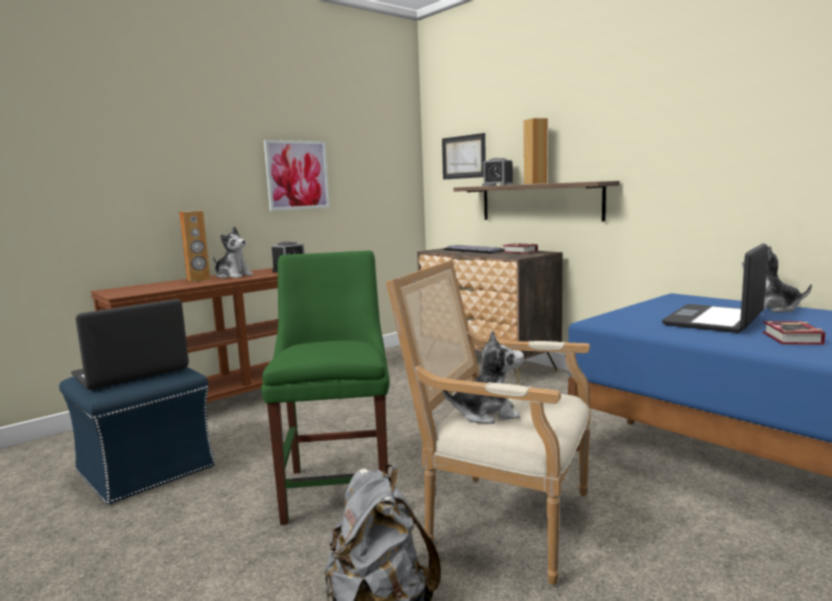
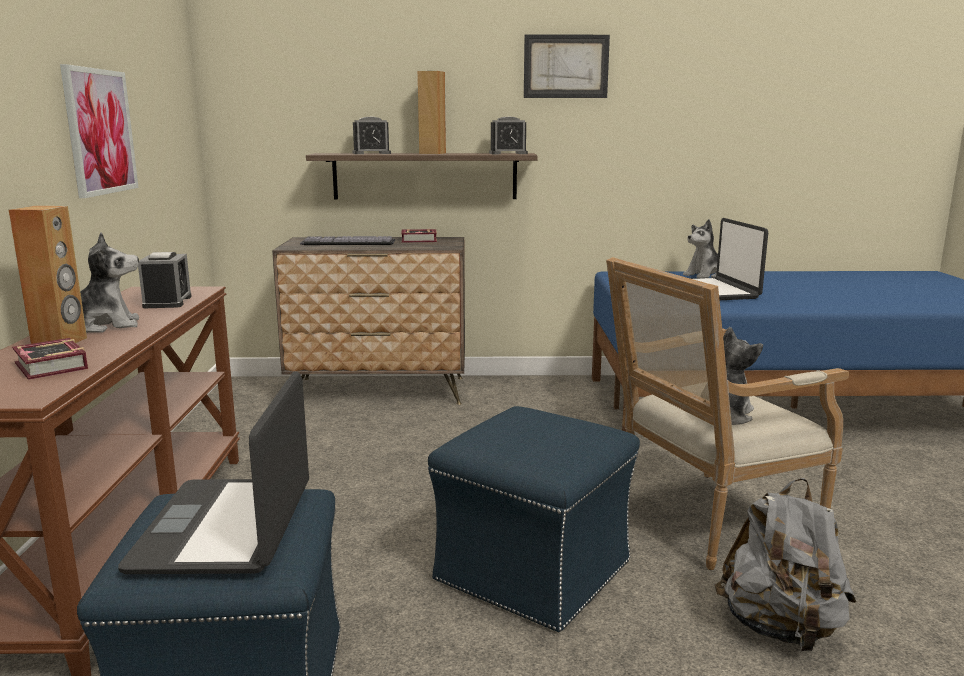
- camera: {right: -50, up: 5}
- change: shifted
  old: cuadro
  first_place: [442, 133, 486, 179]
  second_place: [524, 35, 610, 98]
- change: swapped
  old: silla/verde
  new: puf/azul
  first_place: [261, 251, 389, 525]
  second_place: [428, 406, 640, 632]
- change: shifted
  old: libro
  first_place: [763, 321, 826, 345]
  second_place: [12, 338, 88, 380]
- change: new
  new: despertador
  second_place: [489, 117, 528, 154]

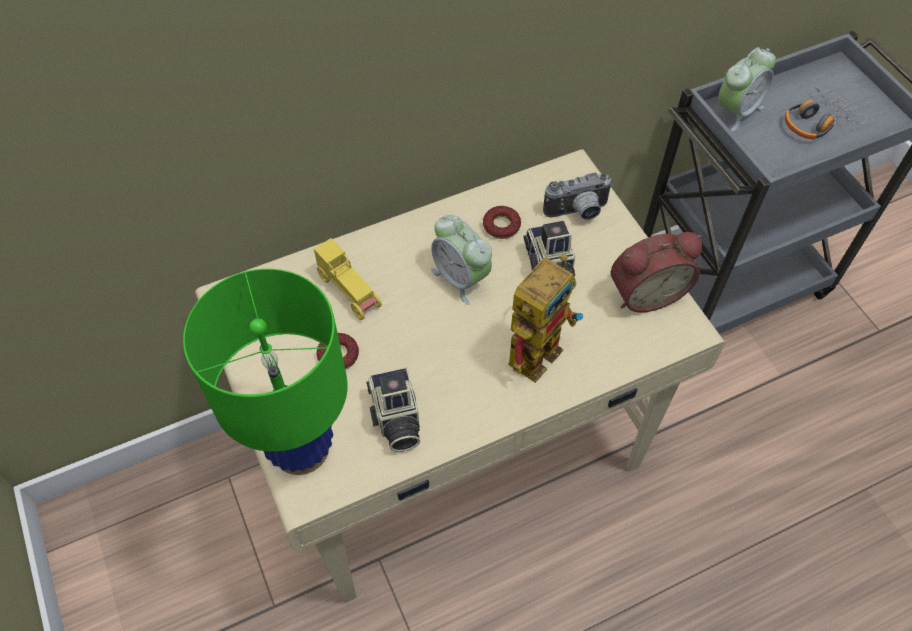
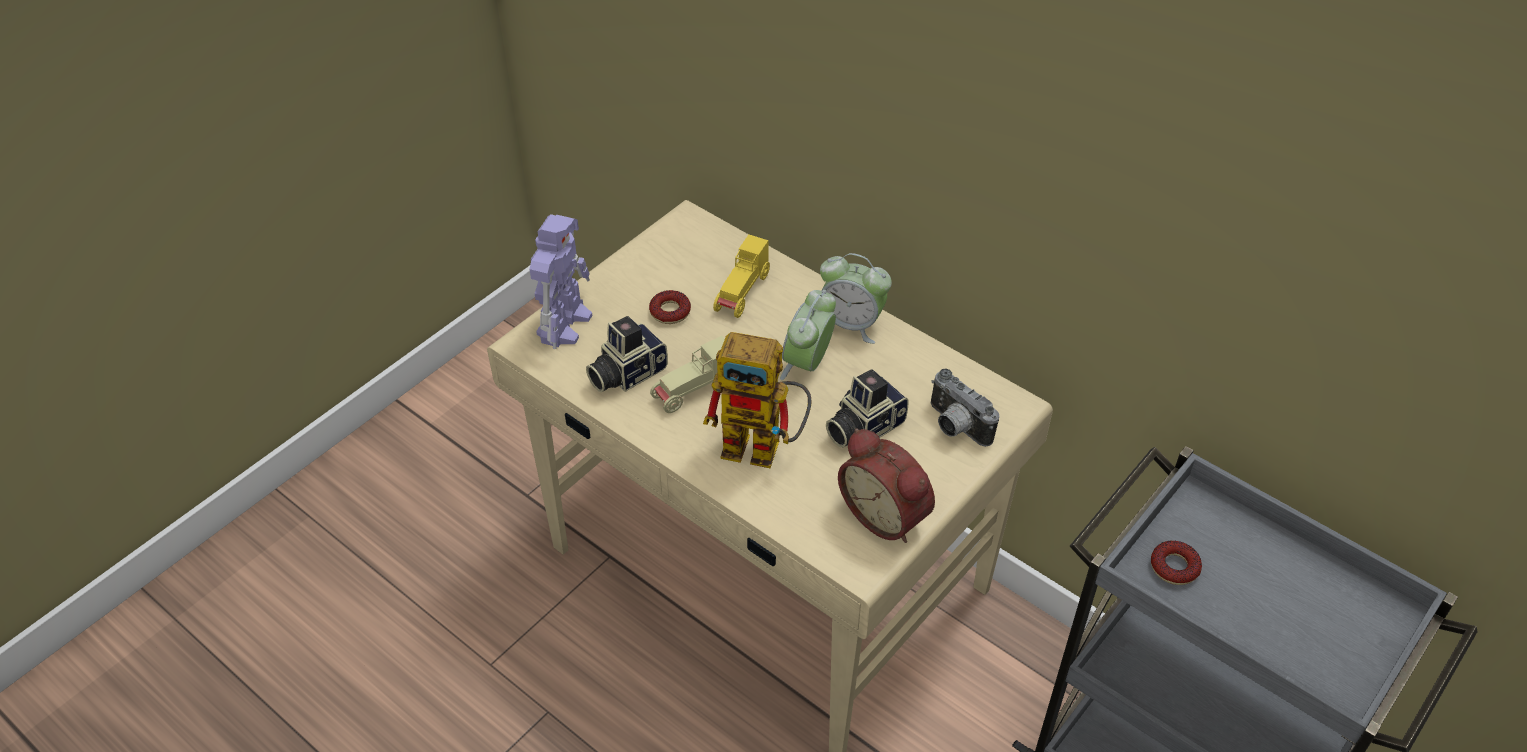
- camera: {right: 65, up: -10}
- change: shifted
  old: despertador
  first_place: [718, 47, 776, 131]
  second_place: [820, 253, 892, 344]
- change: gone
  old: auriculares
  first_place: [785, 87, 867, 139]
- change: shifted
  old: rosquilla
  first_place: [483, 206, 521, 239]
  second_place: [1151, 541, 1202, 585]
- change: swapped
  old: lámpara de mesa/verde
  new: robot de juguete
  first_place: [183, 269, 348, 475]
  second_place: [529, 214, 592, 349]
- change: new
  new: coche de juguete/beis
  second_place: [650, 336, 725, 413]

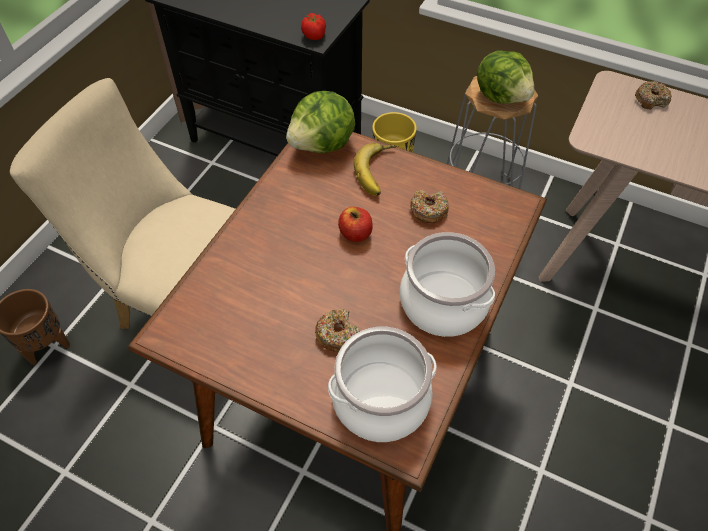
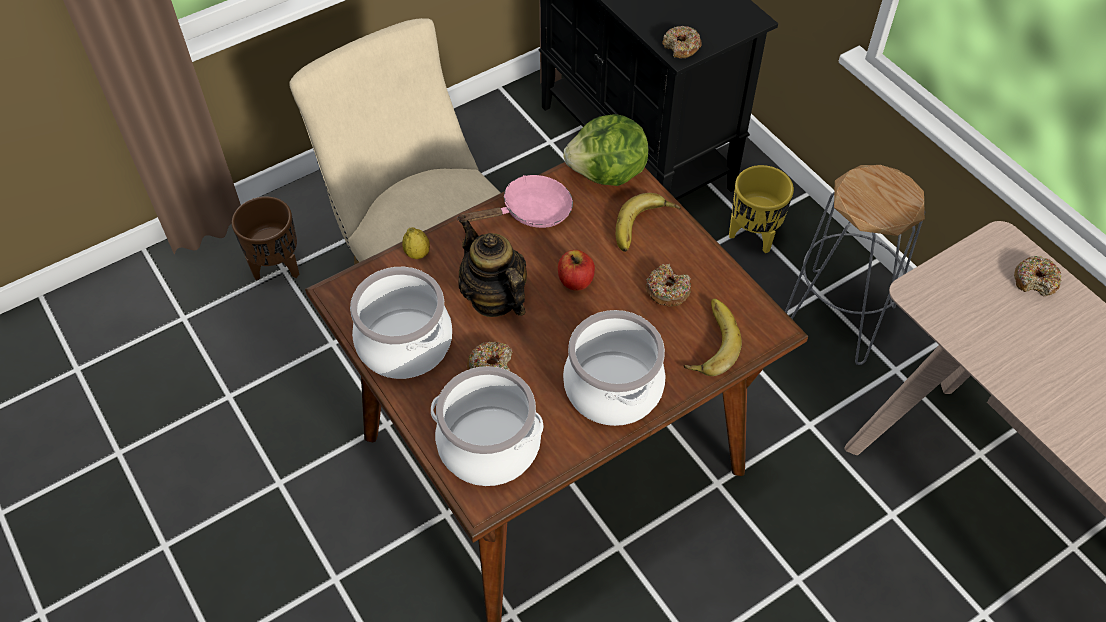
- camera: {right: 30, up: 0}
- change: swapped
  old: tomate
  new: rosquilla
  first_place: [301, 13, 326, 40]
  second_place: [662, 26, 702, 58]
- change: gone
  old: lechuga
  first_place: [477, 50, 534, 104]
- change: new
  new: sartén/rosa
  second_place: [457, 175, 573, 228]
- change: new
  new: tetera
  second_place: [459, 220, 527, 317]
- change: new
  new: limón
  second_place: [402, 227, 430, 259]
- change: new
  new: olla
  second_place: [350, 267, 452, 379]
- change: new
  new: plátano
  second_place: [684, 298, 742, 376]

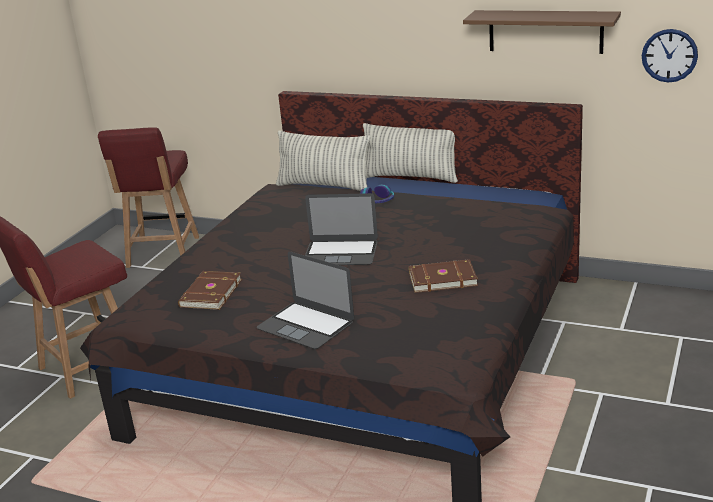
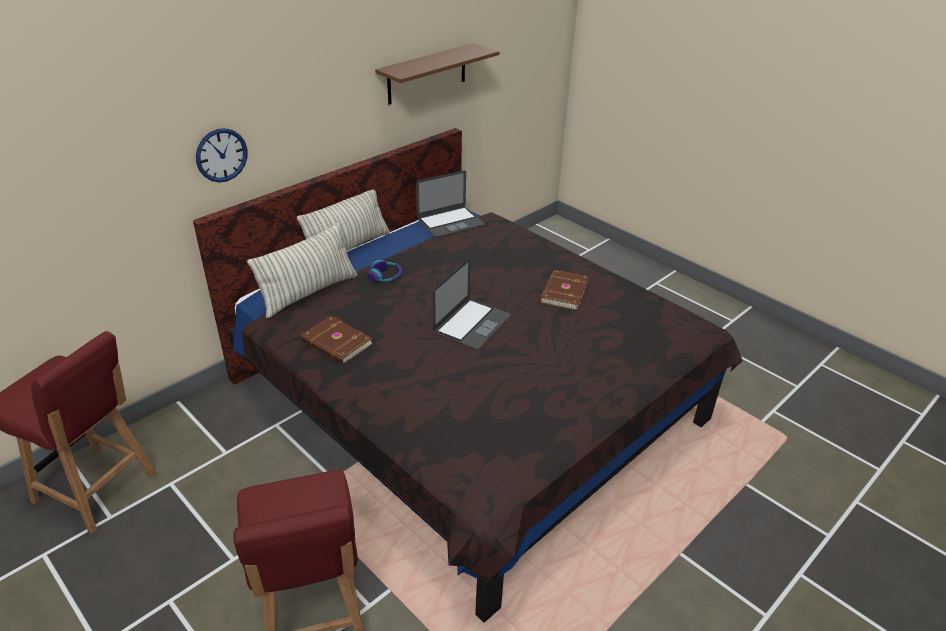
- camera: {right: -70, up: 10}
- change: shifted
  old: reloj de pared
  first_place: [642, 29, 698, 82]
  second_place: [196, 128, 248, 183]
- change: shifted
  old: portátil
  first_place: [257, 252, 354, 349]
  second_place: [416, 170, 484, 237]
- change: shifted
  old: libro/marrón
  first_place: [178, 271, 242, 310]
  second_place: [301, 316, 372, 364]

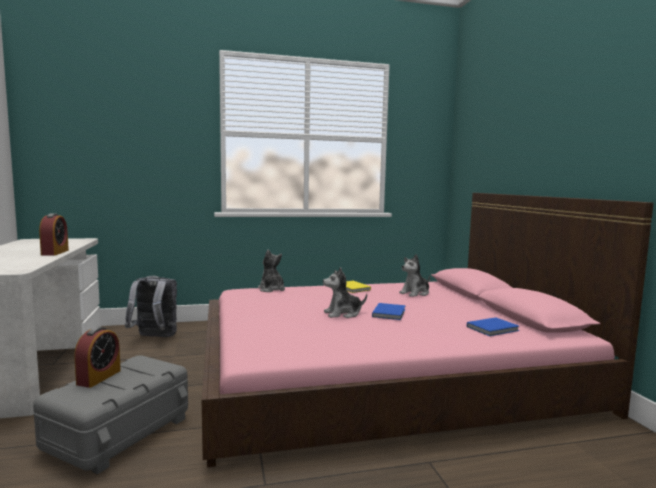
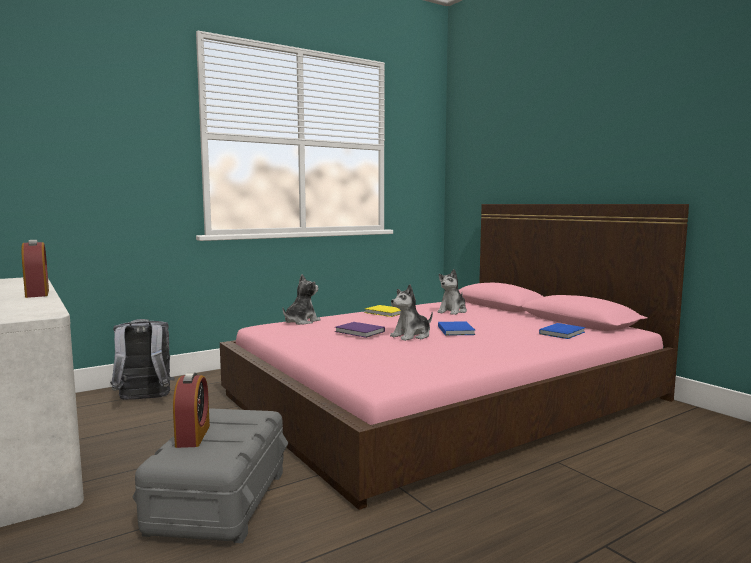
- camera: {right: -20, up: 0}
- change: rotated
  old: peluche
  first_place: [258, 249, 285, 292]
  second_place: [282, 274, 320, 325]
  degrees: 90
- change: new
  new: libro/morado
  second_place: [335, 322, 385, 338]

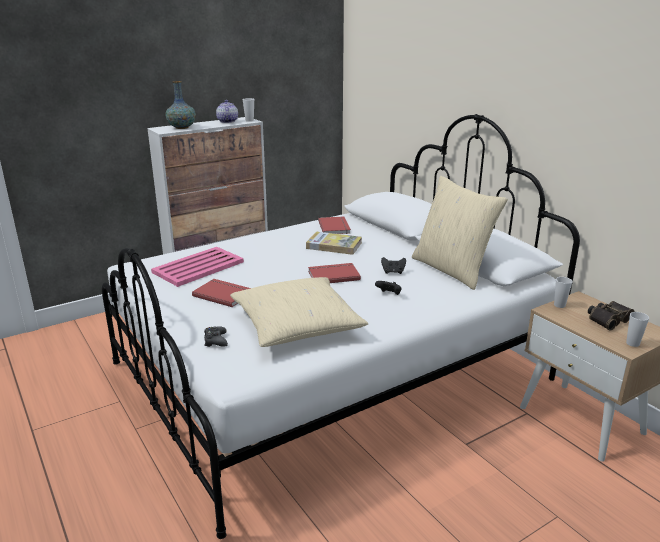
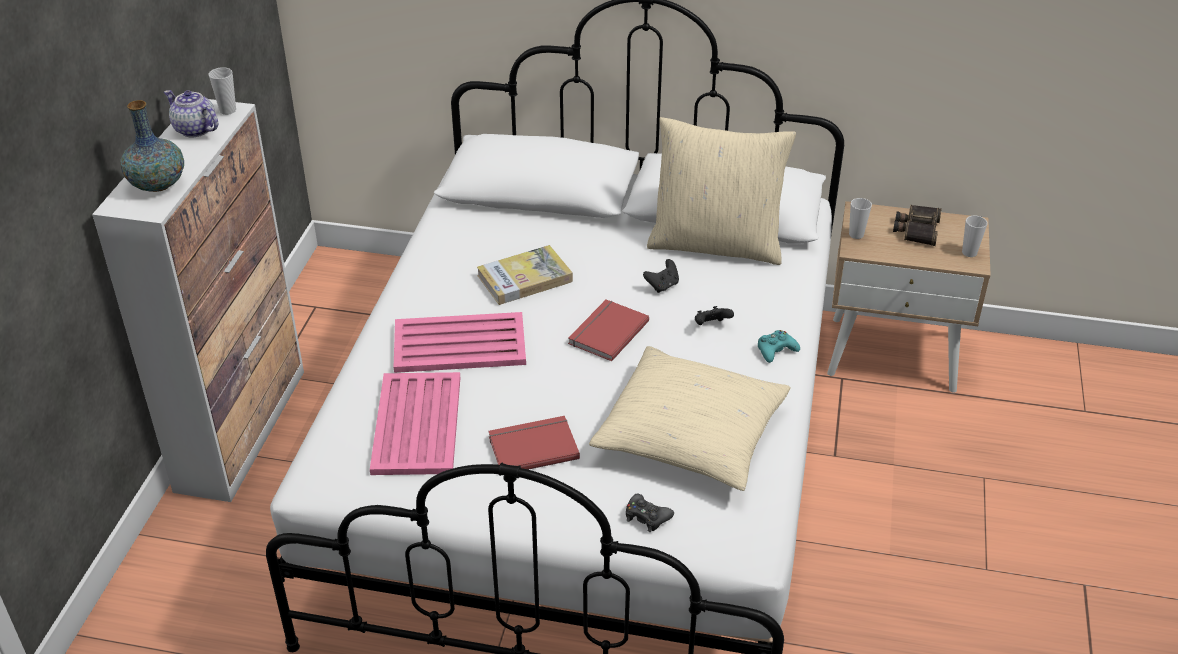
- camera: {right: -45, up: 15}
- change: gone
  old: libro/rojo
  first_place: [318, 216, 351, 234]
- change: new
  new: bandeja/rosa
  second_place: [394, 312, 526, 373]
- change: new
  new: mando de consola/turquesa
  second_place: [758, 330, 800, 363]

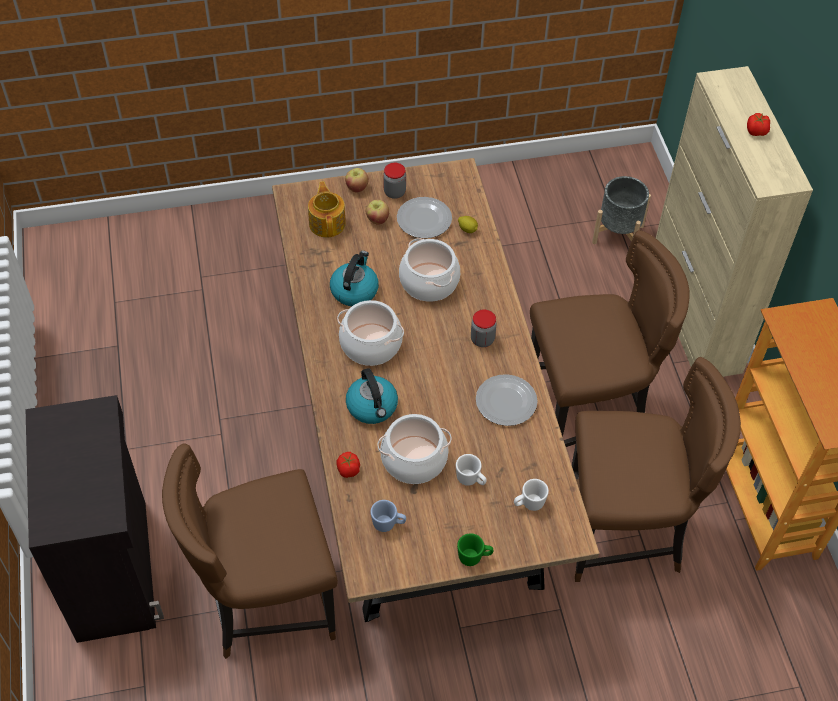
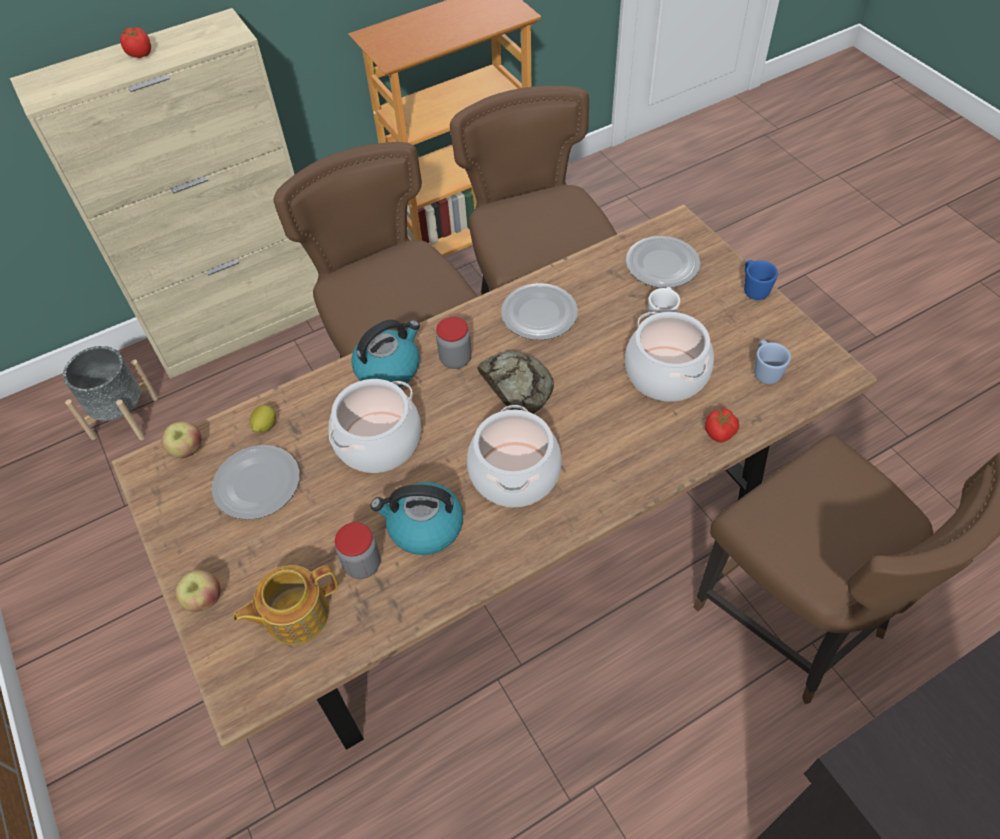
- camera: {right: -105, up: 0}
- change: shifted
  old: tarro
  first_place: [383, 163, 406, 199]
  second_place: [335, 522, 381, 579]
- change: shifted
  old: manzana
  first_place: [366, 200, 389, 225]
  second_place: [162, 421, 202, 458]
- change: shifted
  old: hervidor
  first_place: [346, 368, 398, 424]
  second_place: [351, 320, 420, 387]
- change: swapped
  old: taza grande/blanco
  new: plato
  first_place: [514, 479, 549, 511]
  second_place: [626, 236, 700, 288]
- change: repainted
  old: taza grande/verde
  new: taza grande/azul
  first_place: [457, 533, 493, 566]
  second_place: [744, 260, 778, 300]
- change: new
  new: pan
  second_place: [477, 351, 554, 414]

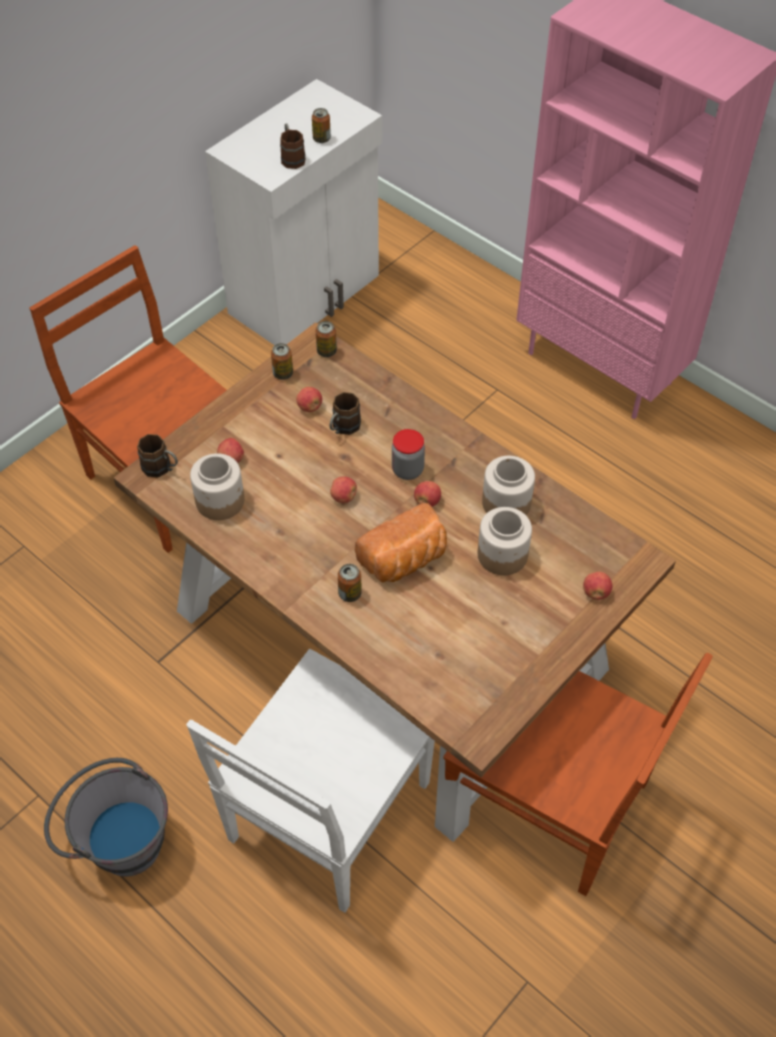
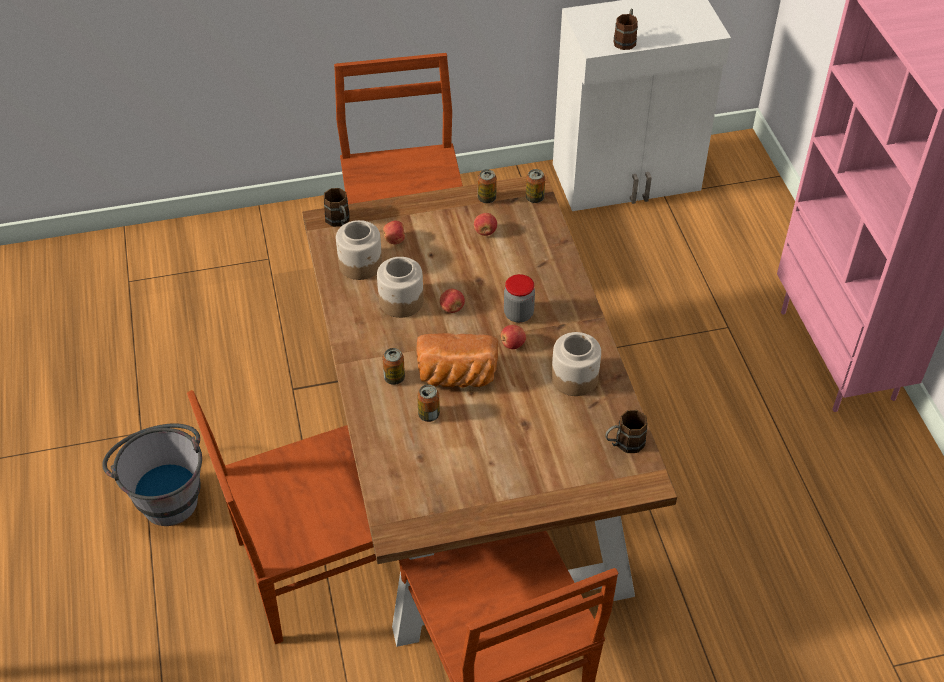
- camera: {right: 35, up: -5}
- change: shifted
  old: lata
  first_place: [312, 108, 331, 143]
  second_place: [417, 384, 440, 422]
- change: shifted
  old: taza grande/marrón
  first_place: [330, 392, 361, 435]
  second_place: [605, 410, 647, 453]
- change: shifted
  old: tarro
  first_place: [478, 507, 532, 575]
  second_place: [377, 257, 424, 318]
- change: gone
  old: manzana
  first_place: [583, 572, 612, 600]
- change: repainted
  old: silla/blanco
  new: silla/marrón
  first_place: [186, 649, 435, 913]
  second_place: [187, 390, 376, 644]

